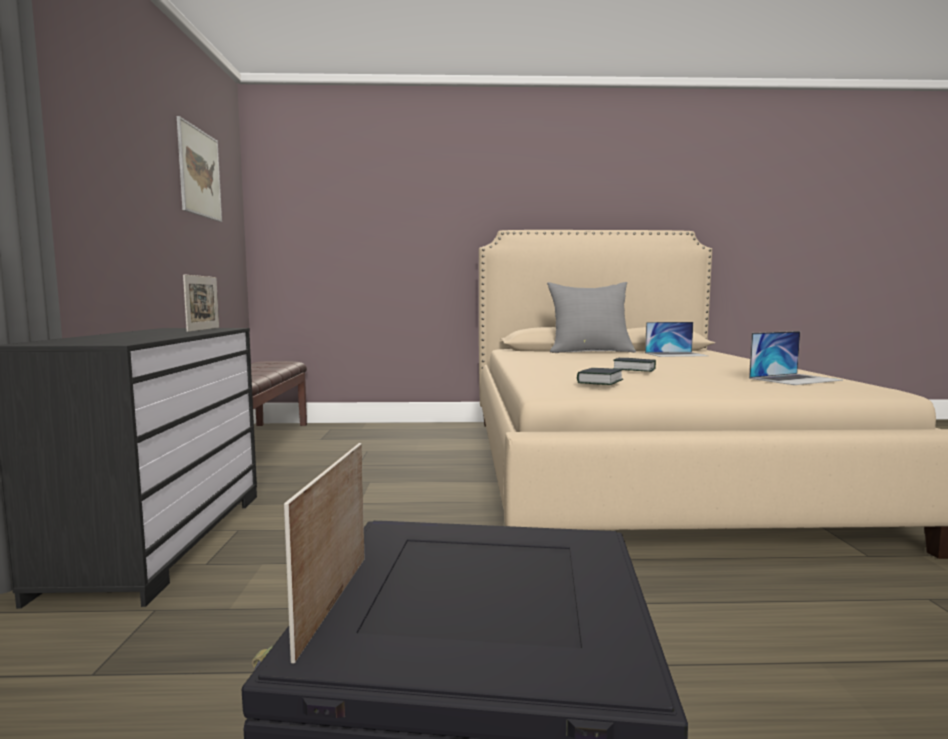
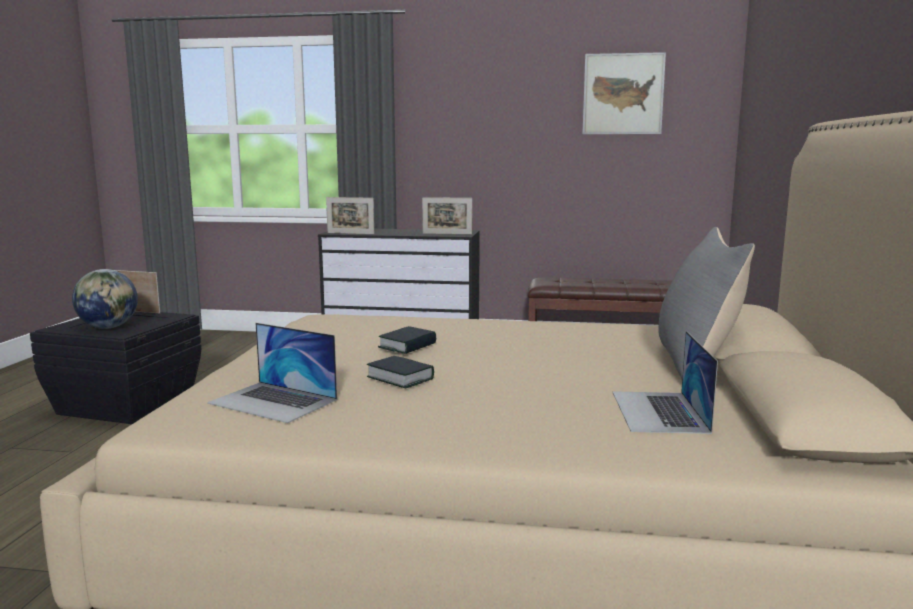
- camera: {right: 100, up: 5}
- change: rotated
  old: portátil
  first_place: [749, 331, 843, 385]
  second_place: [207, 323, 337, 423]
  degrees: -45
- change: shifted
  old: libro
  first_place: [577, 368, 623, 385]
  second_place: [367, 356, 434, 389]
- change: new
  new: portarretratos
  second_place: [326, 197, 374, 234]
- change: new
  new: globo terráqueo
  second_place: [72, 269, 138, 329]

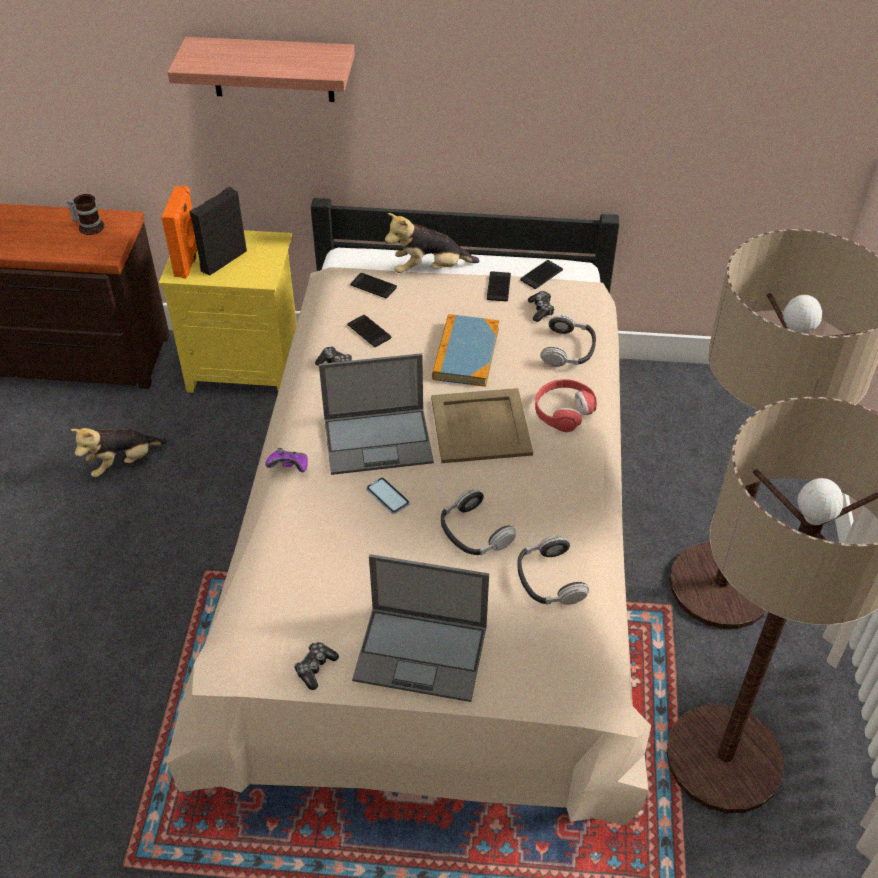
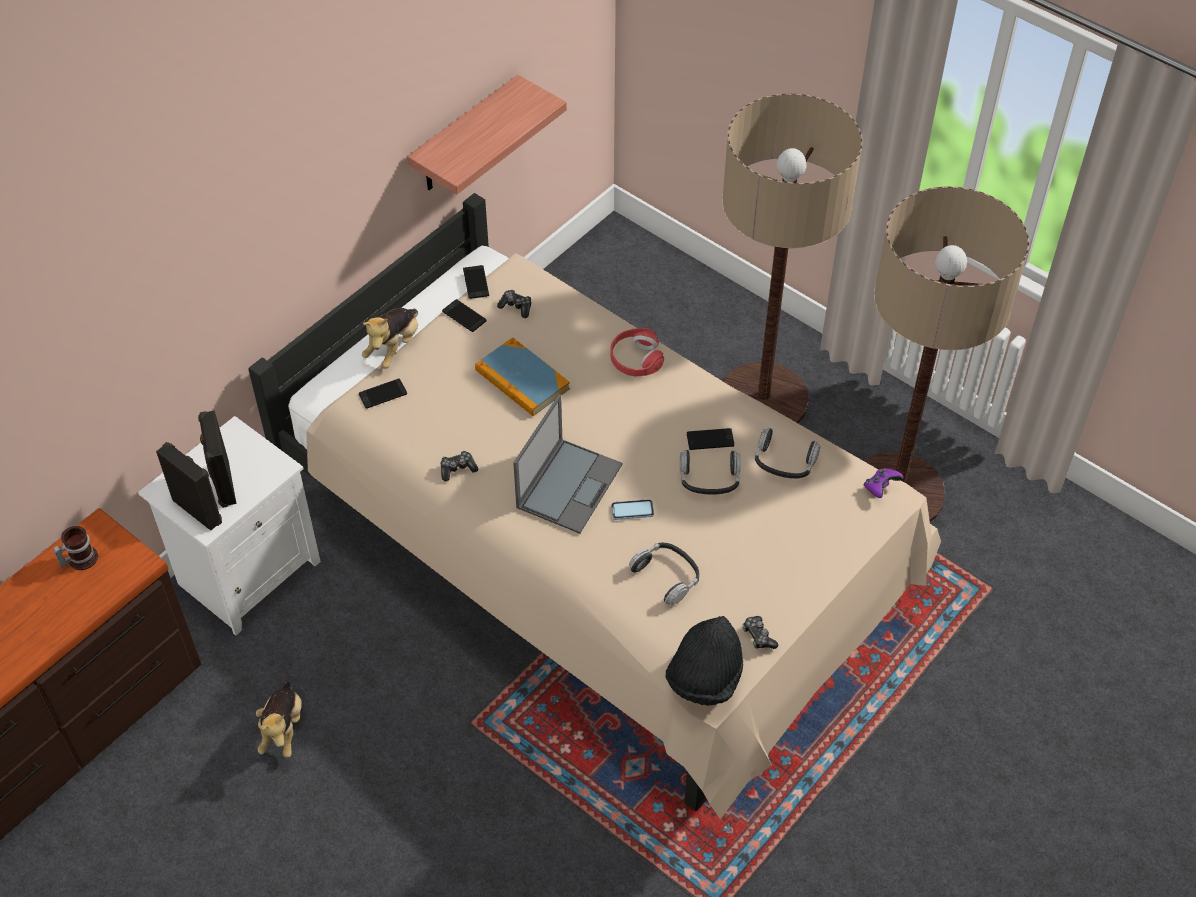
- camera: {right: -55, up: 5}
- change: shifted
  old: estante
  first_place: [168, 37, 355, 102]
  second_place: [407, 75, 567, 194]
- change: repainted
  old: altavoz/naranja
  new: altavoz/negro
  first_place: [161, 186, 197, 278]
  second_place: [156, 442, 222, 531]
- change: repainted
  old: mesita de noche/amarillo
  new: mesita de noche/blanco
  first_place: [159, 230, 297, 393]
  second_place: [138, 416, 321, 635]
- change: shifted
  old: auriculares
  first_place: [540, 314, 596, 367]
  second_place: [629, 543, 699, 605]
- change: shifted
  old: móvil
  first_place: [348, 315, 392, 347]
  second_place: [687, 428, 734, 450]
- change: gone
  old: bandeja/beis
  first_place: [431, 388, 533, 463]
- change: shifted
  old: mando de consola/morado
  first_place: [265, 448, 308, 472]
  second_place: [864, 468, 903, 498]
- change: gone
  old: portátil
  first_place: [352, 554, 489, 702]
- change: new
  new: sombrero/negro
  second_place: [665, 616, 743, 706]

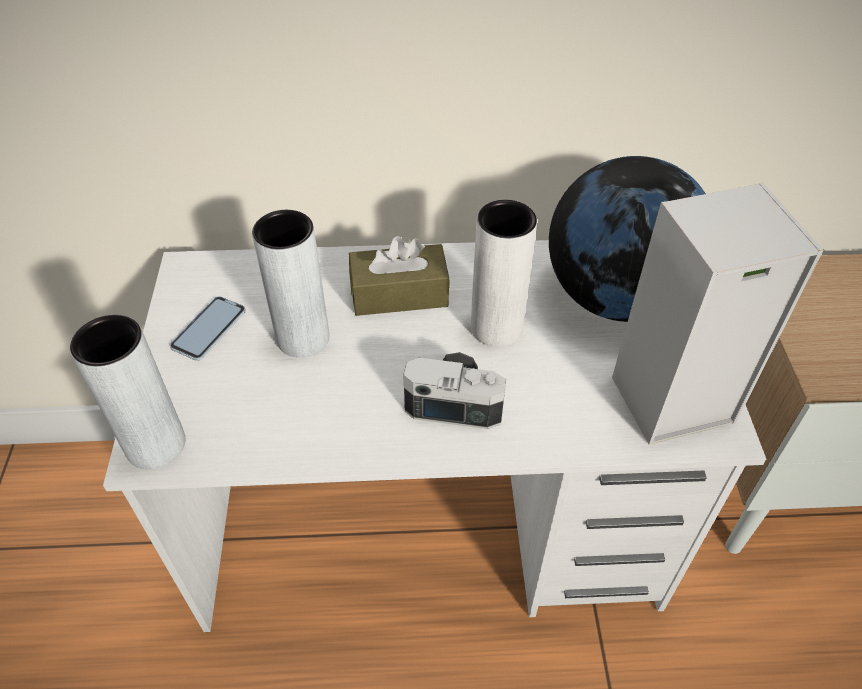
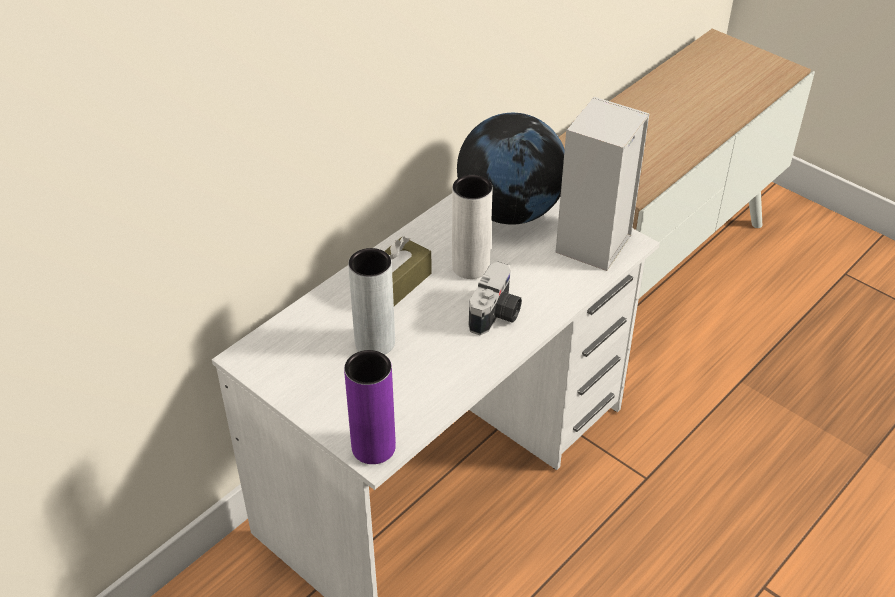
- camera: {right: -45, up: -5}
- change: gone
  old: móvil
  first_place: [170, 296, 246, 361]
- change: repainted
  old: florero/gris
  new: florero/morado
  first_place: [70, 315, 185, 469]
  second_place: [344, 350, 396, 464]
- change: rotated
  old: cámara
  first_place: [403, 352, 506, 429]
  second_place: [468, 262, 522, 335]
  degrees: 150

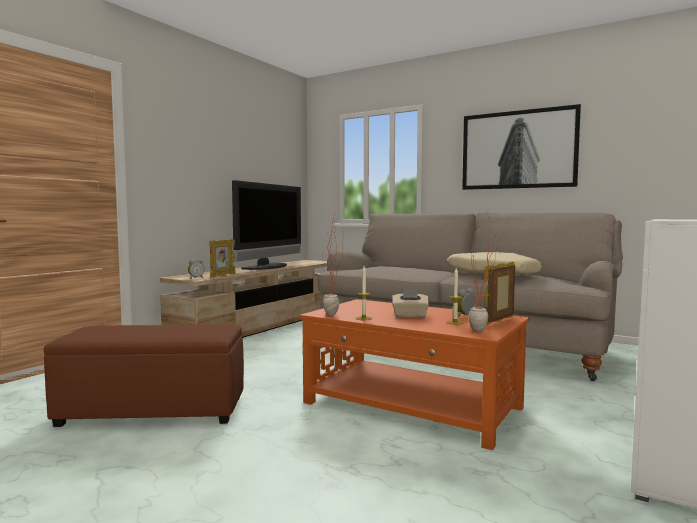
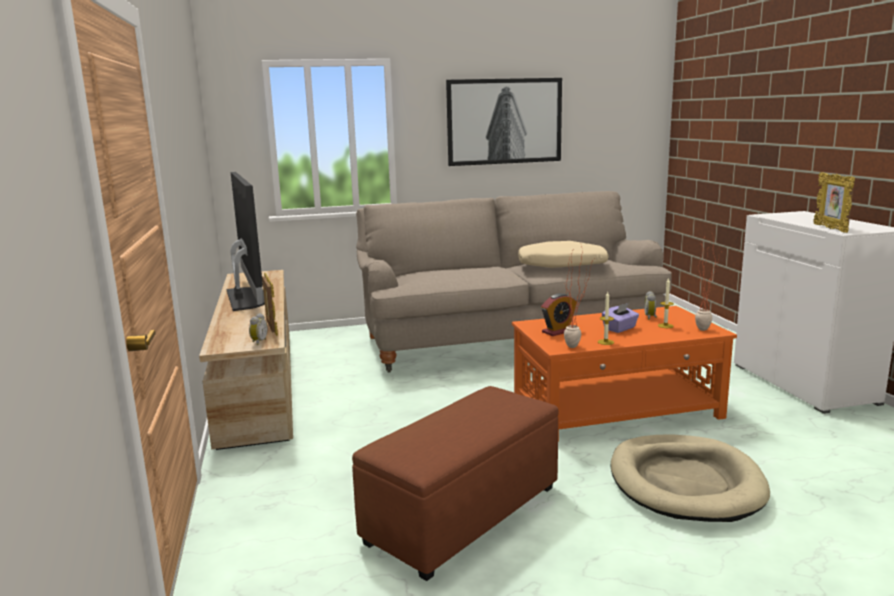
- camera: {right: -45, up: 10}
- change: shifted
  old: portarretratos
  first_place: [484, 262, 515, 326]
  second_place: [813, 172, 855, 233]
- change: repainted
  old: caja de pañuelos/beis
  new: caja de pañuelos/morado
  first_place: [392, 289, 429, 318]
  second_place: [602, 303, 639, 333]
- change: new
  new: despertador
  second_place: [541, 293, 577, 336]
- change: new
  new: cama para perro/beis
  second_place: [611, 434, 770, 522]

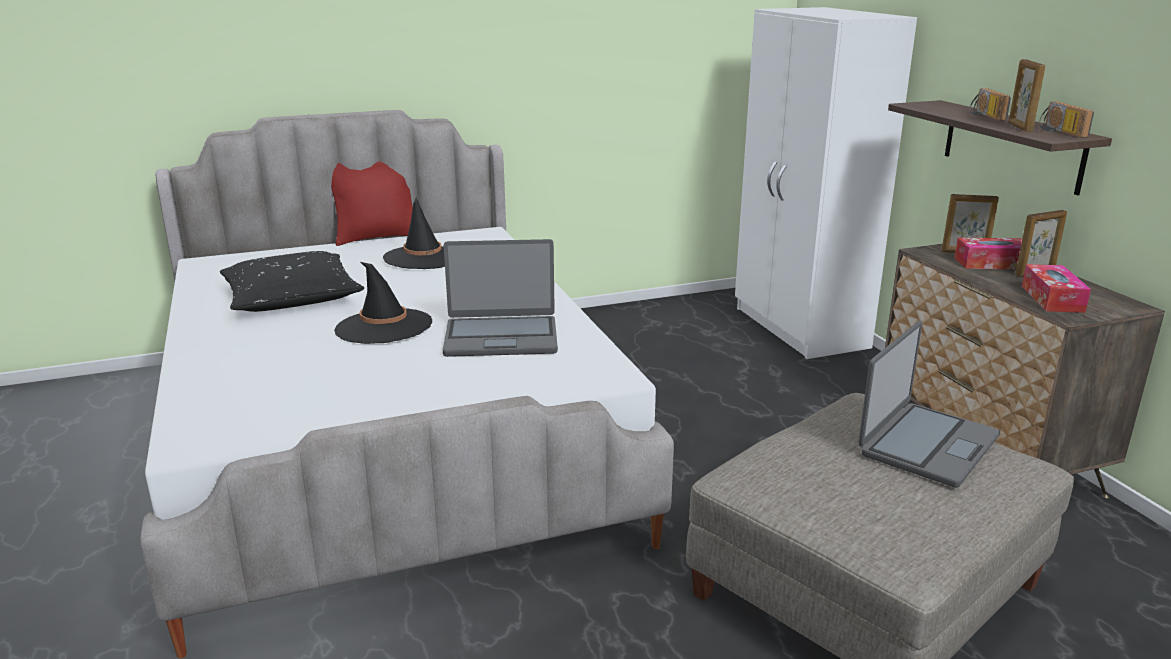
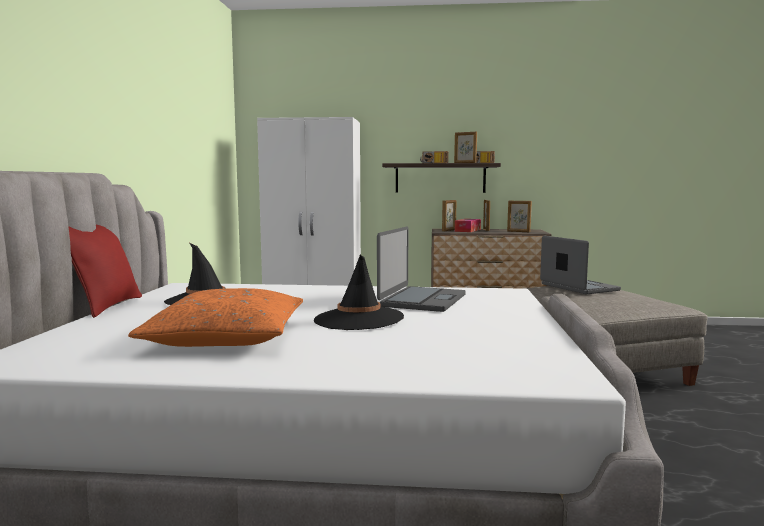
- camera: {right: -65, up: -15}
- change: repainted
  old: cojín/negro
  new: cojín/naranja
  first_place: [220, 251, 364, 312]
  second_place: [128, 288, 303, 347]
- change: swapped
  old: caja de pañuelos
  new: portarretratos
  first_place: [1022, 264, 1091, 313]
  second_place: [507, 201, 532, 232]

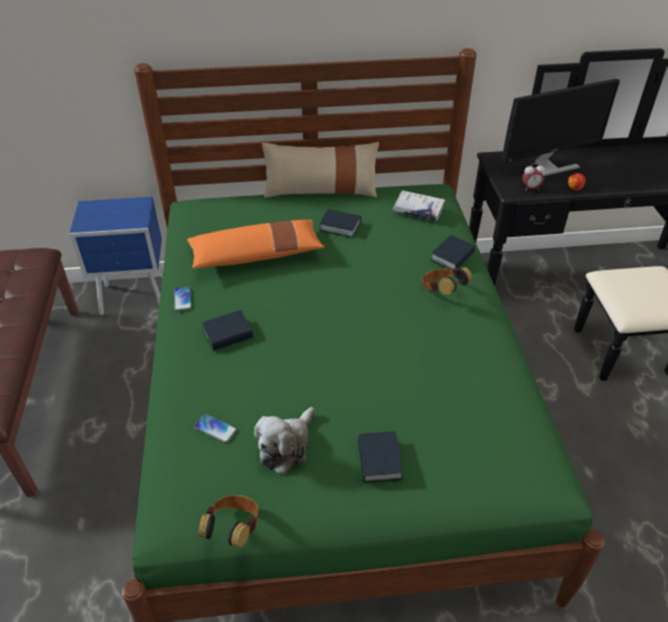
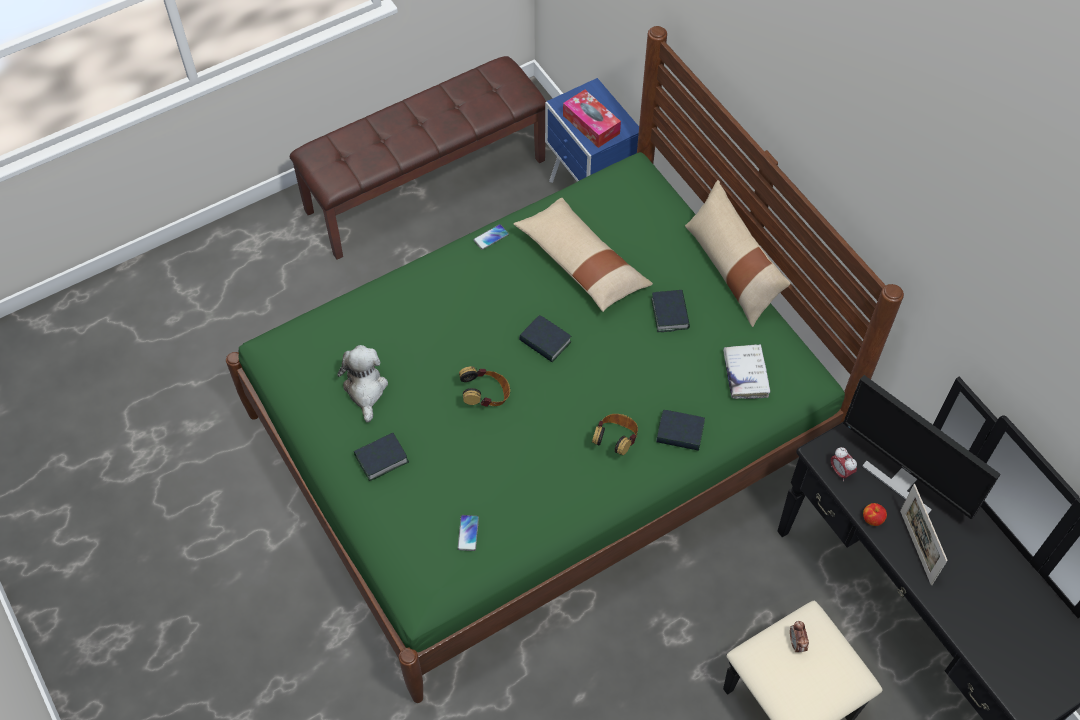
- camera: {right: 65, up: 15}
- change: repainted
  old: cojín/naranja
  new: cojín/beis
  first_place: [187, 220, 325, 269]
  second_place: [513, 198, 653, 312]
- change: shifted
  old: libro
  first_place: [202, 310, 253, 351]
  second_place: [519, 315, 571, 362]
- change: rotated
  old: peluche
  first_place: [254, 407, 314, 475]
  second_place: [337, 345, 388, 422]
  degrees: 75
- change: shifted
  old: móvil
  first_place: [194, 414, 237, 443]
  second_place: [458, 515, 479, 551]
- change: shifted
  old: auriculares
  first_place: [198, 495, 259, 548]
  second_place: [459, 366, 510, 407]
- change: new
  new: caja de pañuelos
  second_place: [563, 90, 621, 148]
- change: new
  new: portarretratos
  second_place: [900, 484, 948, 585]
- change: new
  new: despertador
  second_place: [790, 621, 809, 652]

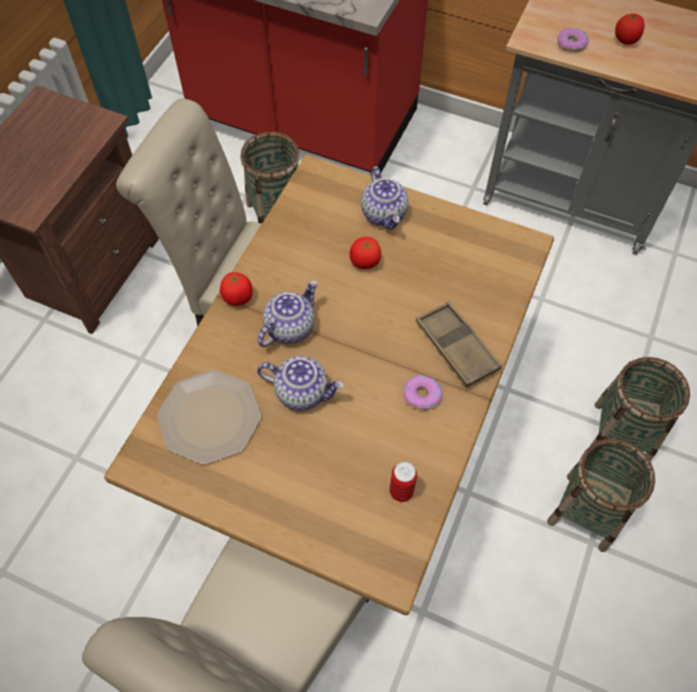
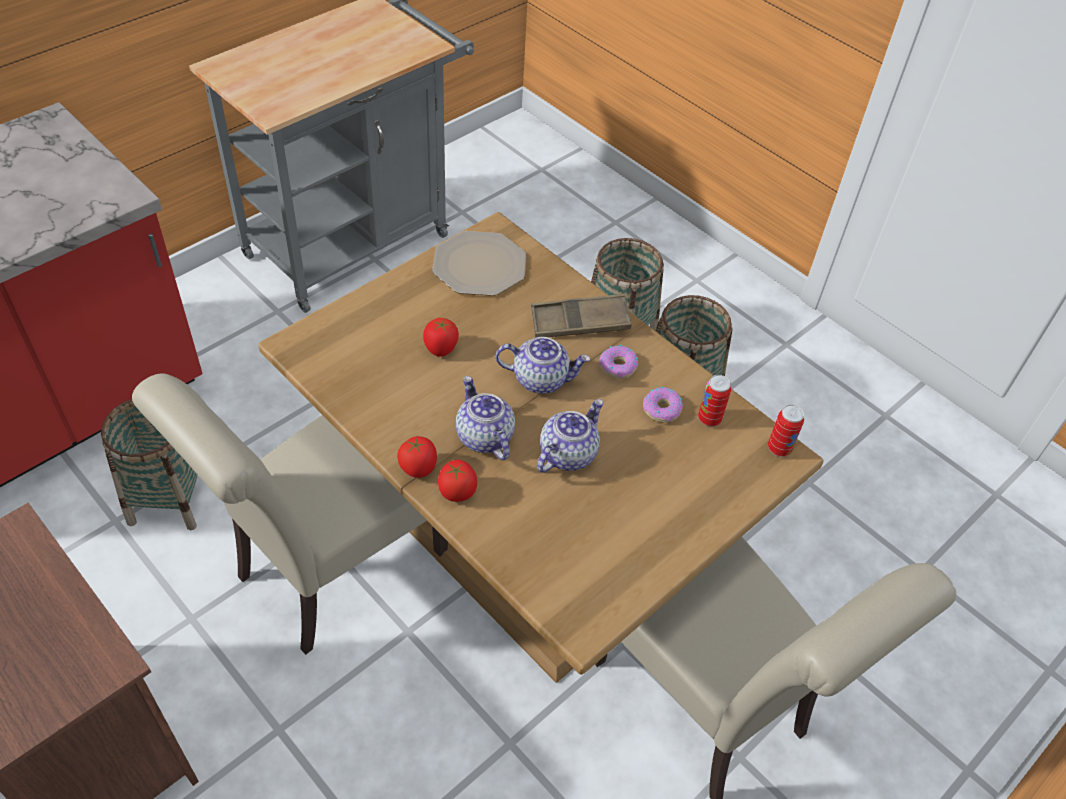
- camera: {right: -70, up: -10}
- change: shifted
  old: tomate
  first_place: [615, 14, 645, 45]
  second_place: [438, 460, 477, 502]
- change: shifted
  old: rosquilla
  first_place: [557, 28, 589, 52]
  second_place: [643, 386, 683, 423]
- change: shifted
  old: tetera
  first_place: [361, 166, 408, 230]
  second_place: [496, 337, 591, 394]
- change: shifted
  old: plato
  first_place: [157, 370, 261, 465]
  second_place: [432, 231, 526, 296]
- change: new
  new: lata
  second_place: [768, 405, 804, 457]

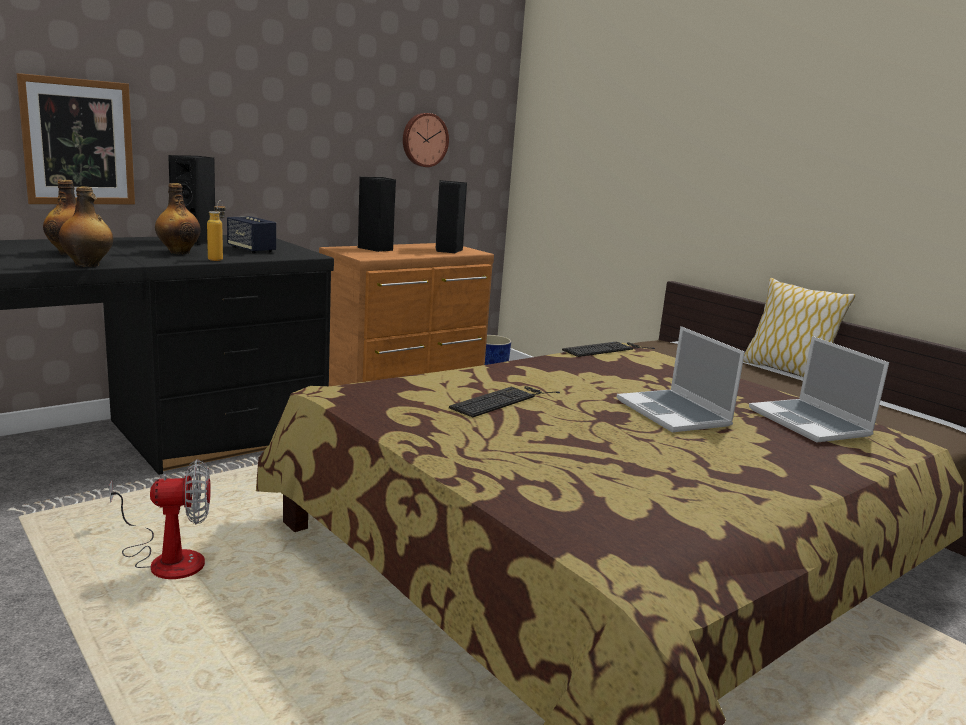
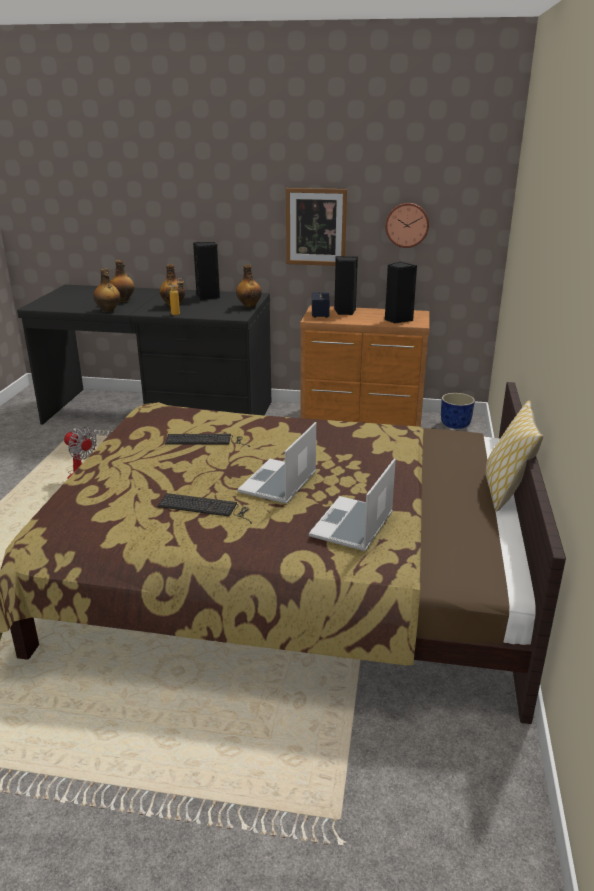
- camera: {right: 50, up: 10}
- change: shifted
  old: cuadro
  first_place: [16, 73, 135, 204]
  second_place: [286, 188, 347, 266]
- change: shifted
  old: altavoz
  first_place: [227, 216, 276, 253]
  second_place: [312, 292, 330, 318]
- change: shifted
  old: teclado
  first_place: [562, 342, 655, 357]
  second_place: [157, 493, 252, 524]
- change: new
  new: botella
  second_place: [236, 265, 262, 308]

